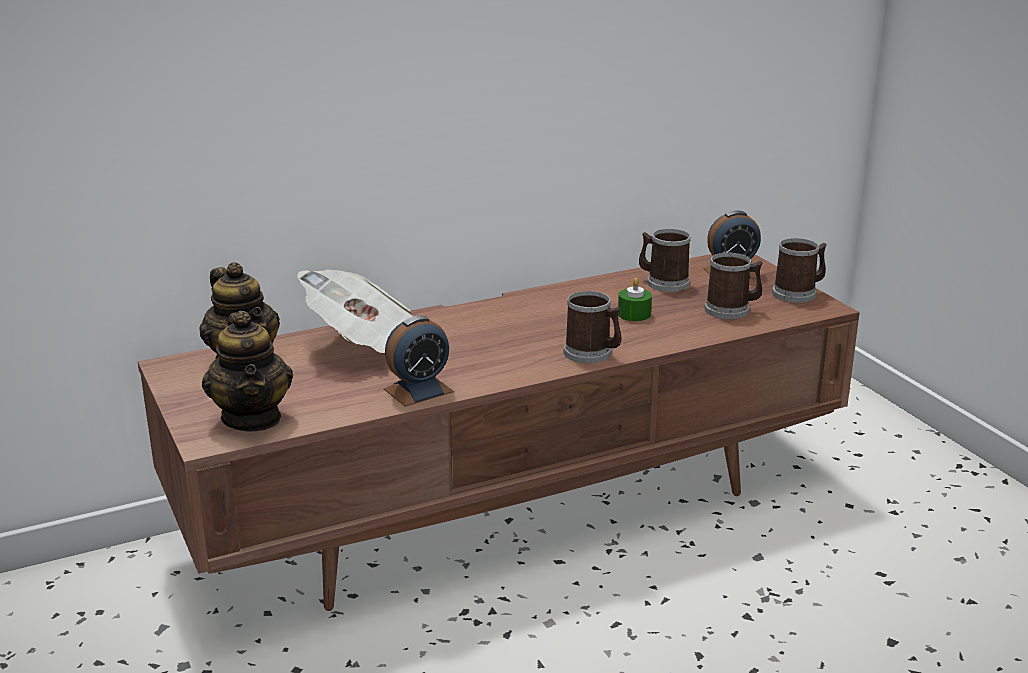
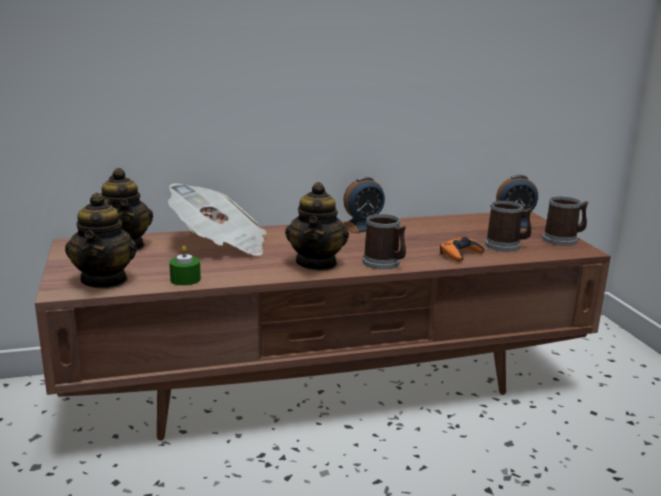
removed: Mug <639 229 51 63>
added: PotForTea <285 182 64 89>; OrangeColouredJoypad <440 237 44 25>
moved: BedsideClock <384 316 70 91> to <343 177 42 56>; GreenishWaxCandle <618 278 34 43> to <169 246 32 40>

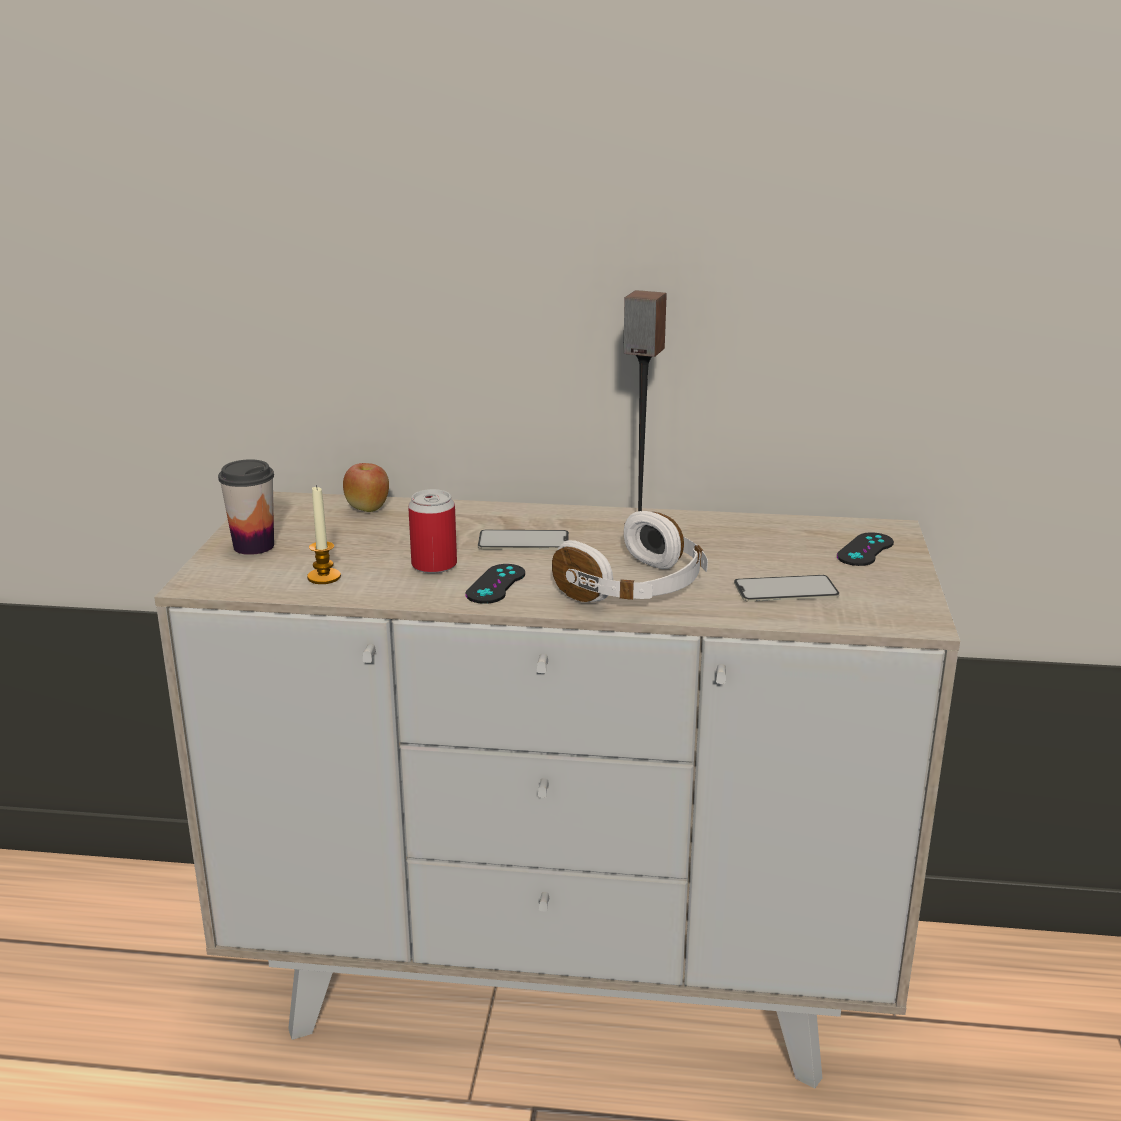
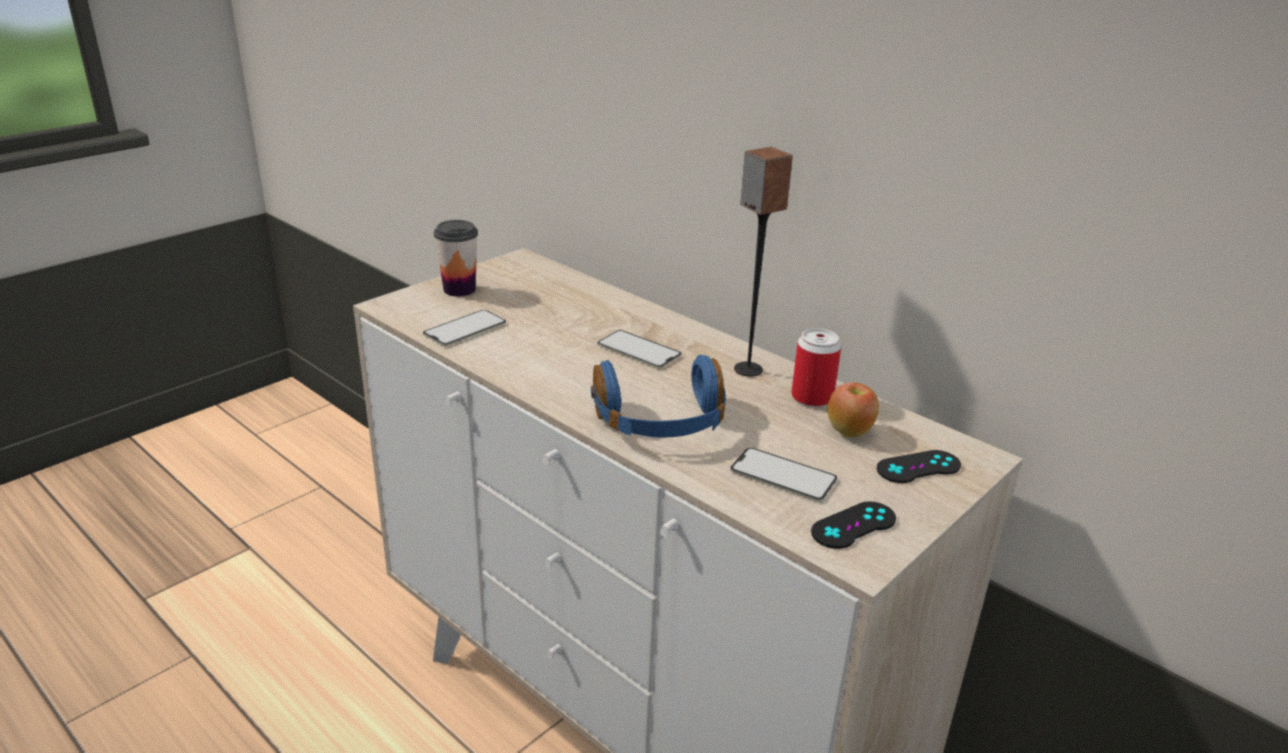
moved: AppleFruit <343 463 46 49> to <827 382 52 56>; Can <408 489 49 84> to <791 328 51 79>; BlackColouredJoypad <466 564 59 40> to <811 501 85 48>
replaced: WaxCandle <307 485 34 99> to Handset <423 310 83 36>
recoloured: WhitePairOfHeadphones <552 511 156 91> to BluishPairOfHeadphones <591 355 135 82>

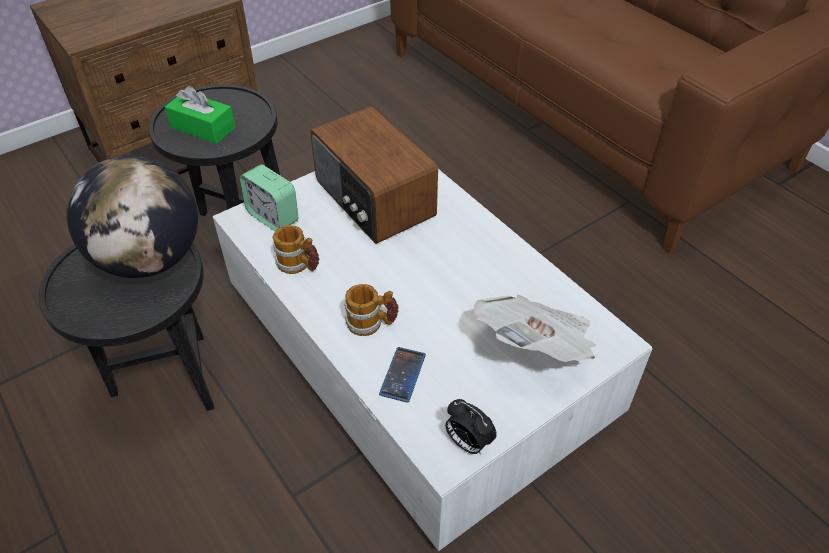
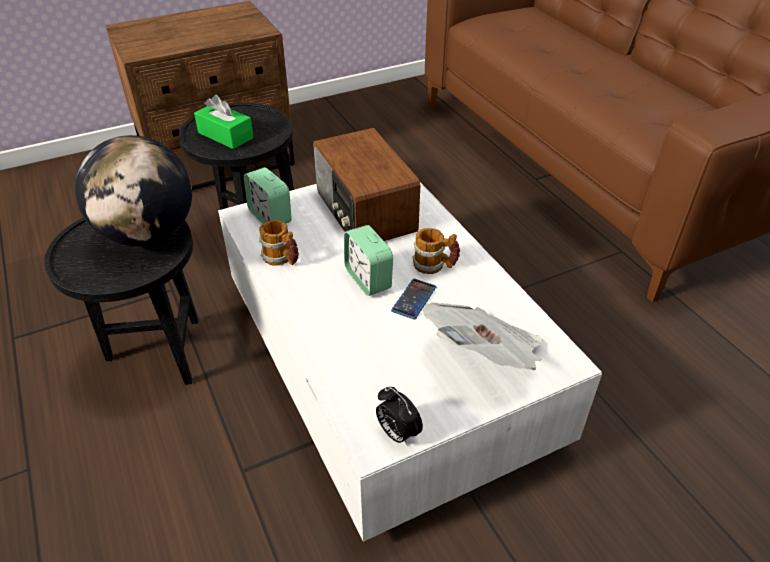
added: BedsideClock <344 225 49 71>
moved: Mug <344 284 55 52> to <412 228 48 46>; Handset <379 347 47 56> to <391 279 45 41>

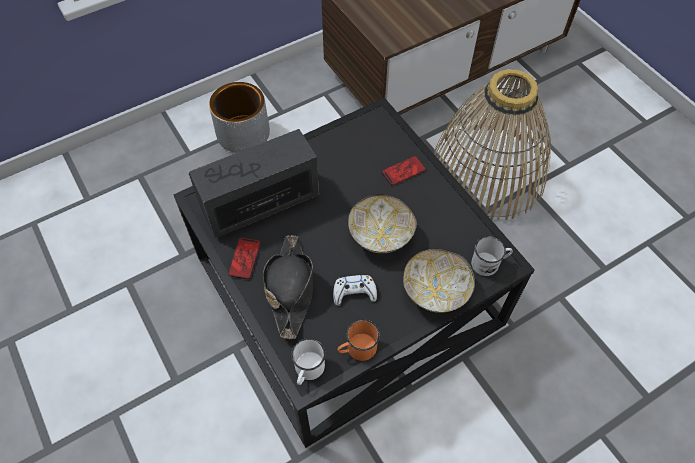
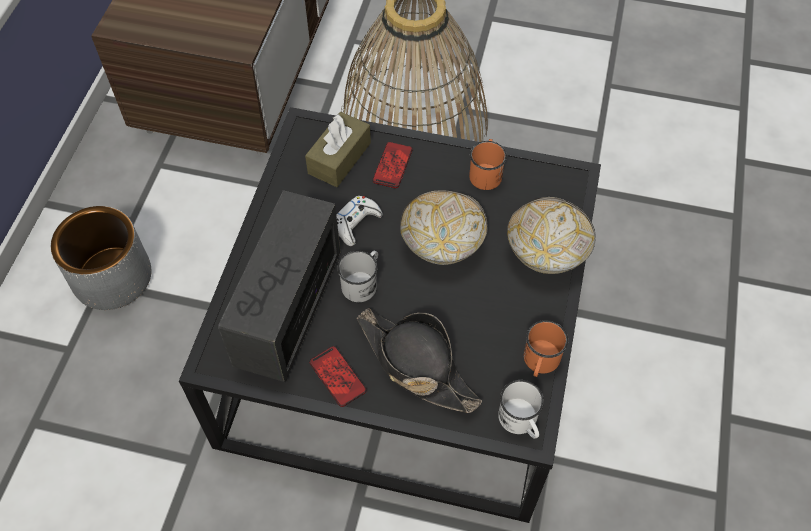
added: BrownTissueHolder <305 112 66 75>; OrangeColouredMug <469 139 38 51>
moved: WhiteJoypad <333 275 44 31> to <336 196 47 50>; WhiteMug <471 236 42 40> to <338 251 40 51>

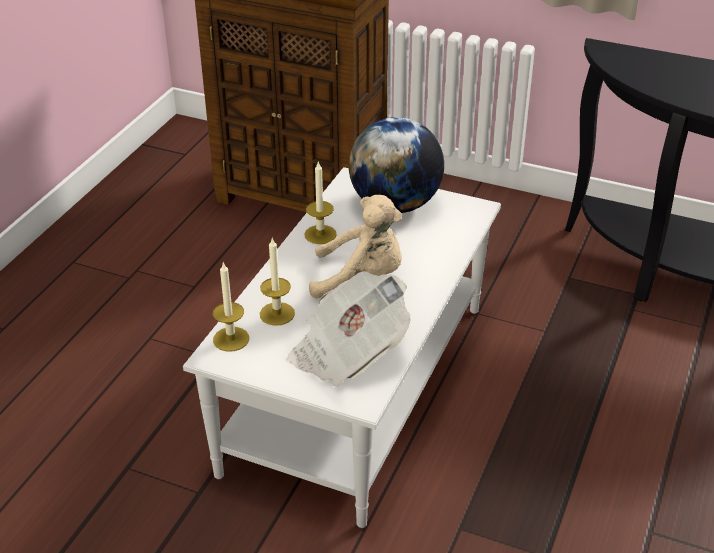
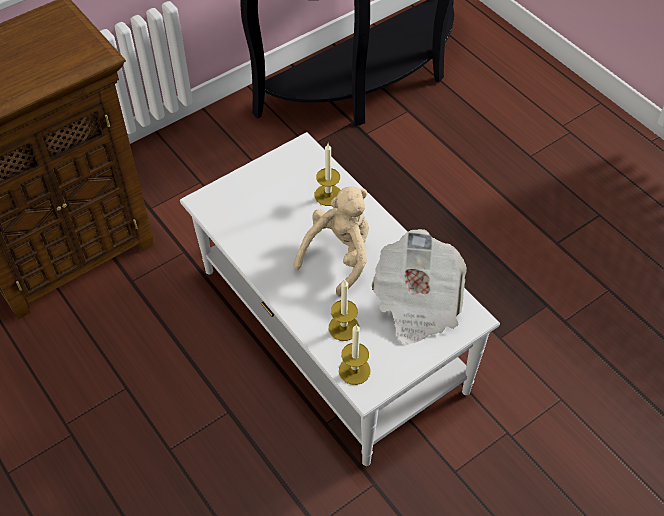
removed: DeskGlobe <349 117 95 96>
moved: WaxCandle <305 161 32 83> to <315 144 26 62>

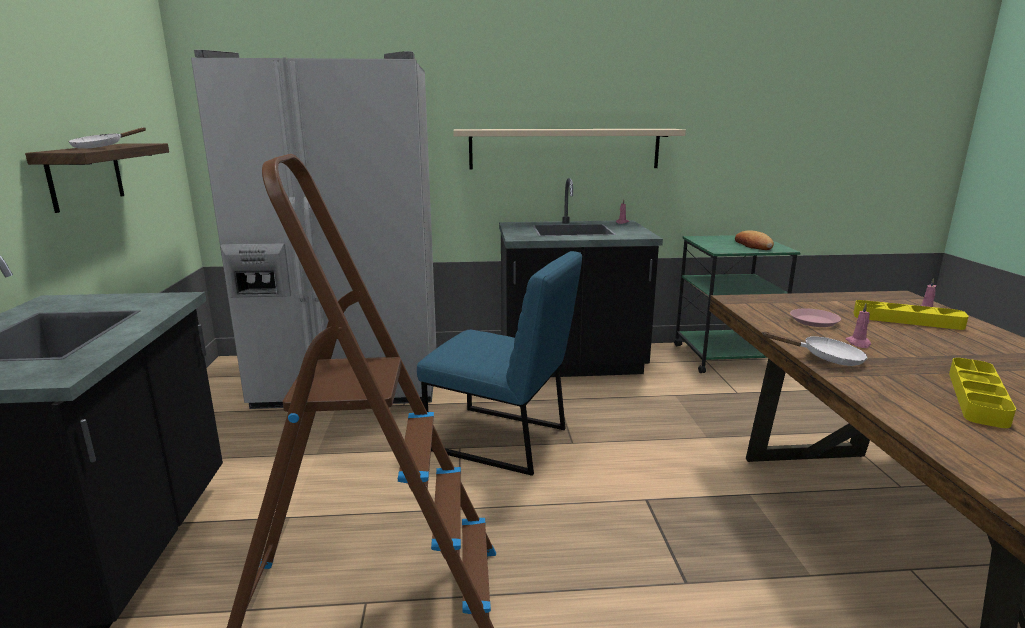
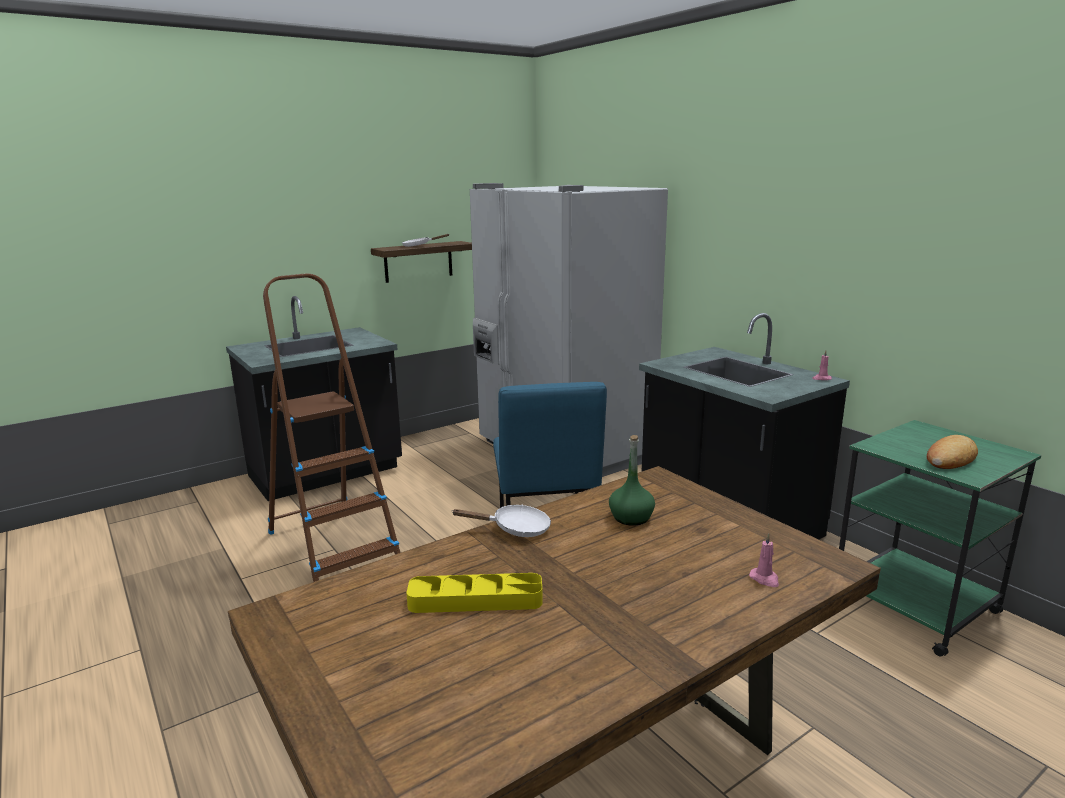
removed: BeigeShelf <453 129 233 41>; PinkColouredWaxCandle <846 304 25 44>; YellowTray <854 300 115 30>
replaced: PinkColouredPlate <790 308 51 19> to GreenishDrinkBottle <609 435 46 91>
turned: WhiteFryingPan <762 332 105 34> = <451 505 100 32> 75 degrees counterclockwise

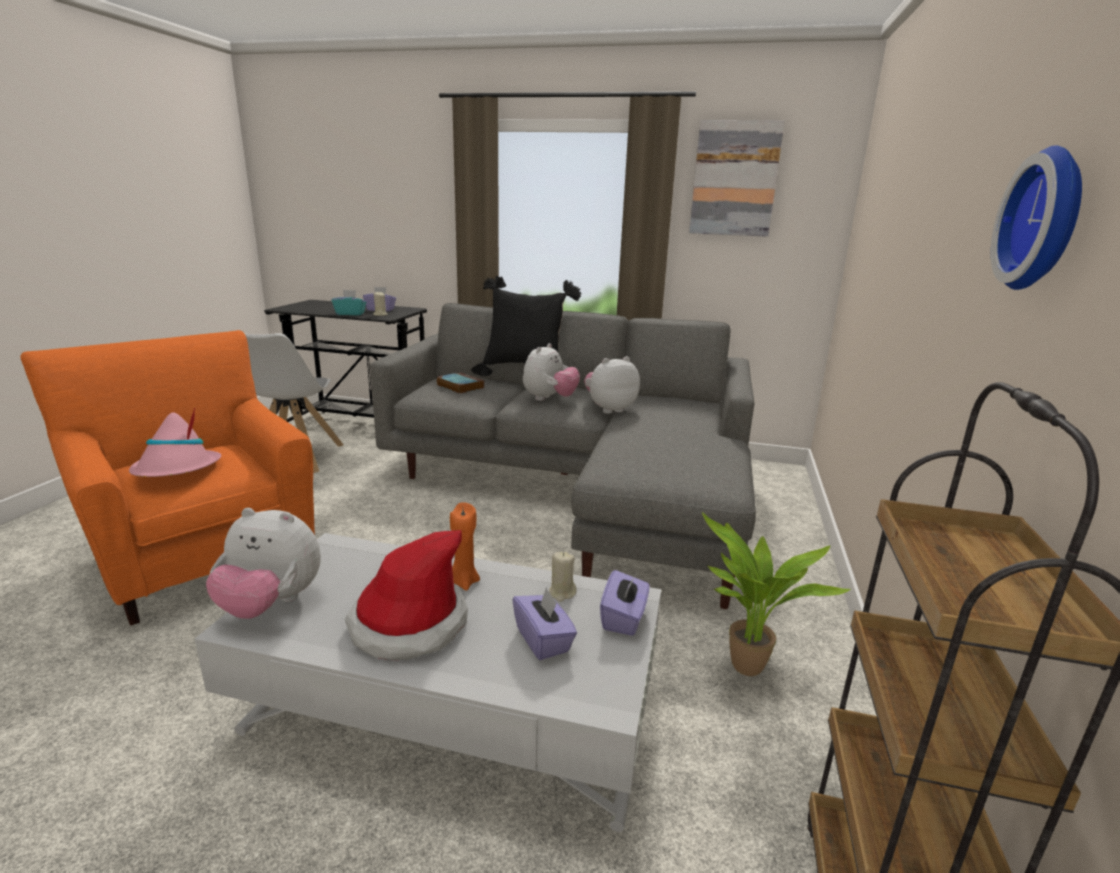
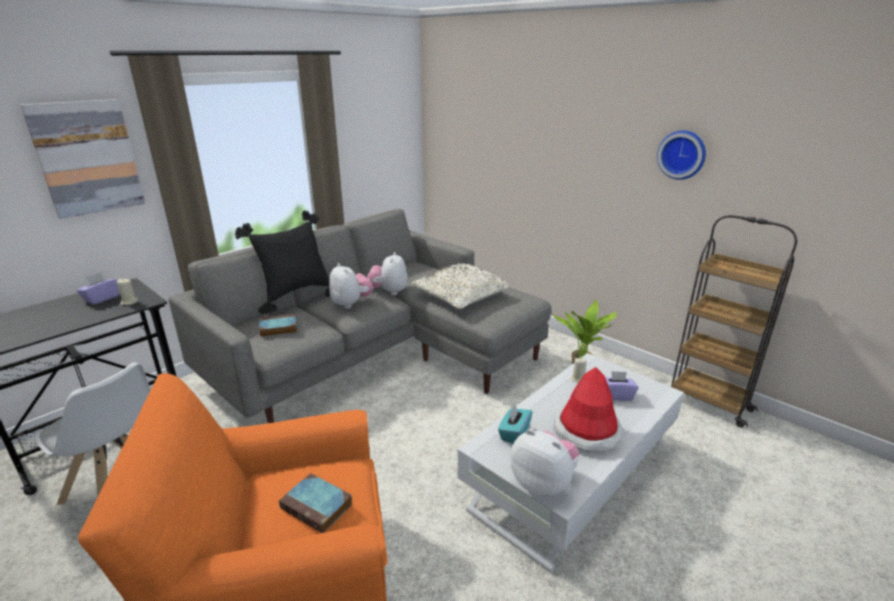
removed: OrangeColouredWaxCandle <450 502 30 89>; PurplishTissueHolder <600 570 50 66>
added: BeigeThrowPillow <412 263 97 46>
moved: TurquoiseTissueHolder <332 290 35 25> to <498 405 35 39>; WallPicture <689 120 96 117> to <20 99 125 120>
replaced: PinkColouredHat <129 407 92 70> to Volume <279 473 74 60>
turned: SoftToy <206 508 115 111> = <510 429 69 67> 90 degrees counterclockwise

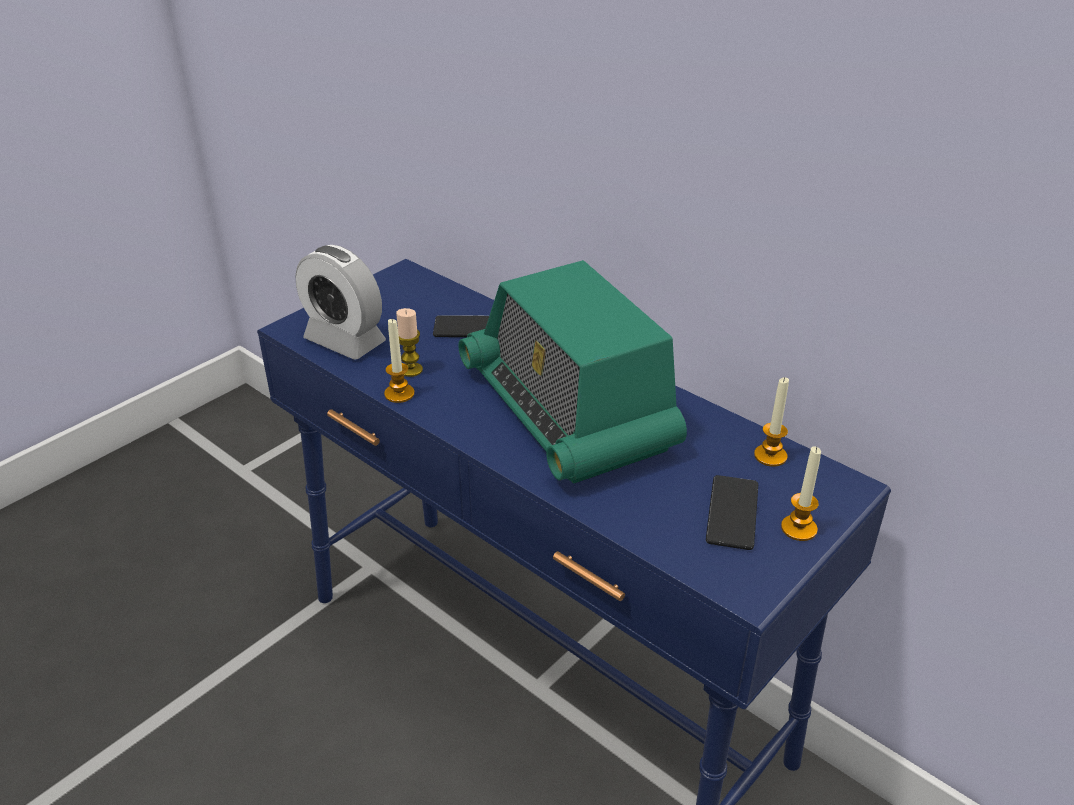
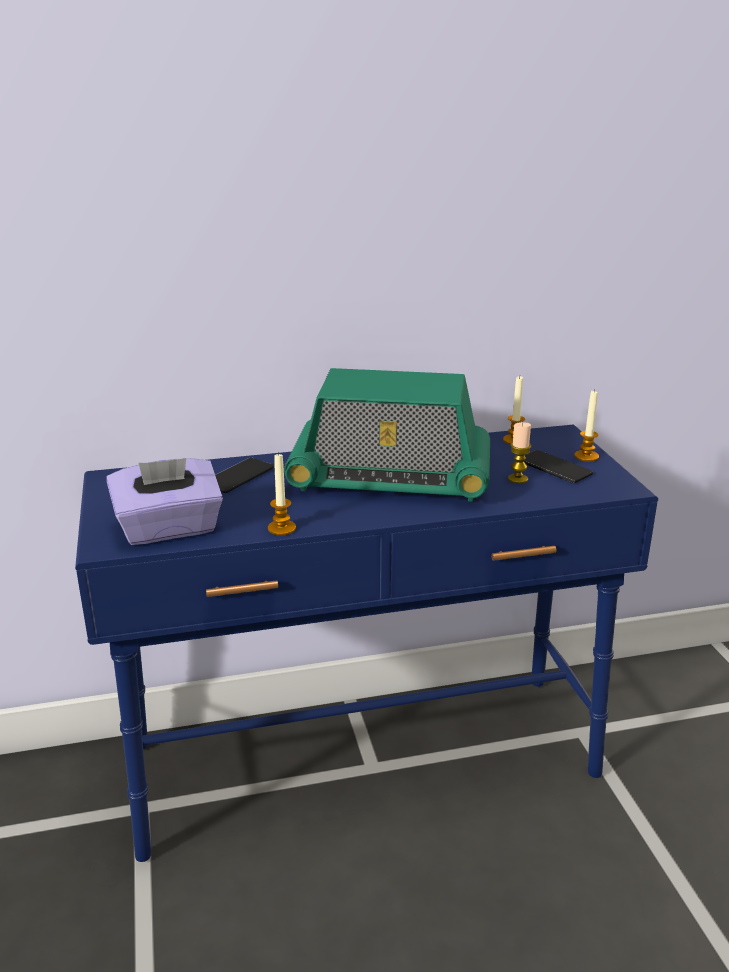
moved: WaxCandle <396 308 27 69> to <508 422 23 62>
replaced: BedsideClock <296 245 90 115> to PurplishTissueHolder <107 458 116 87>

